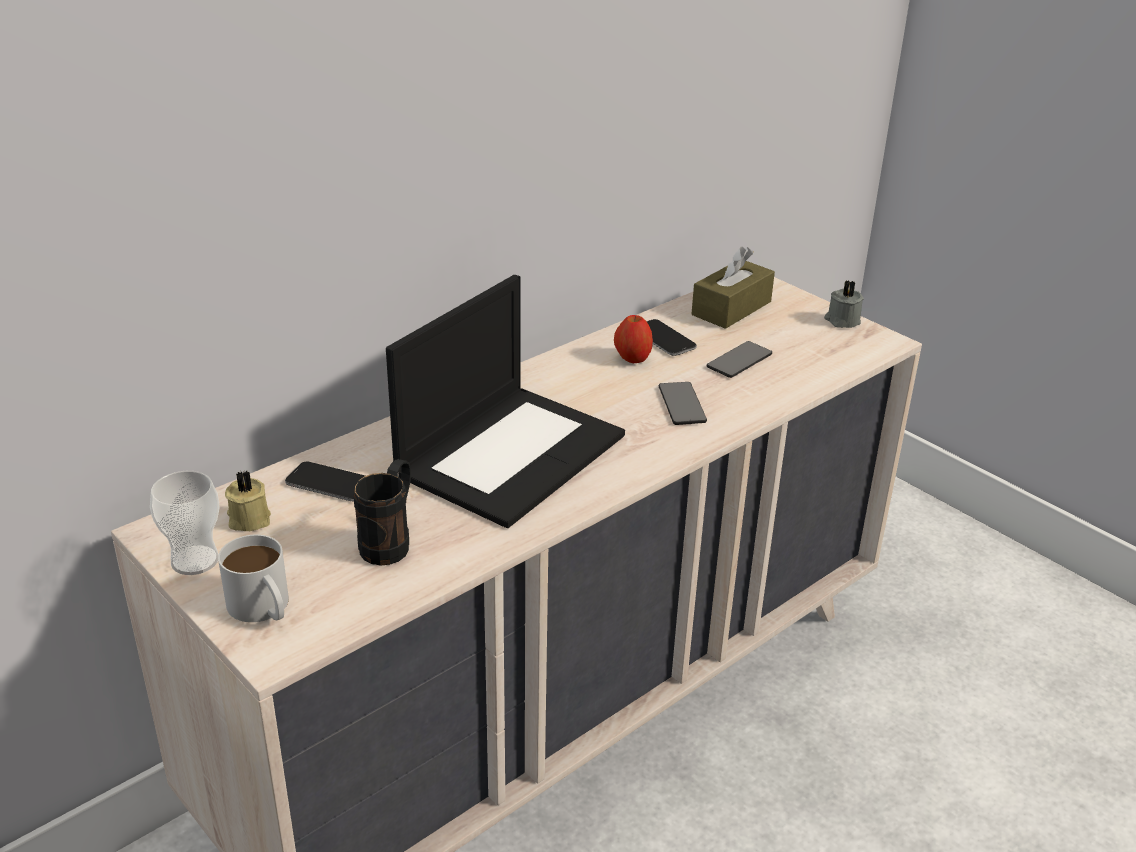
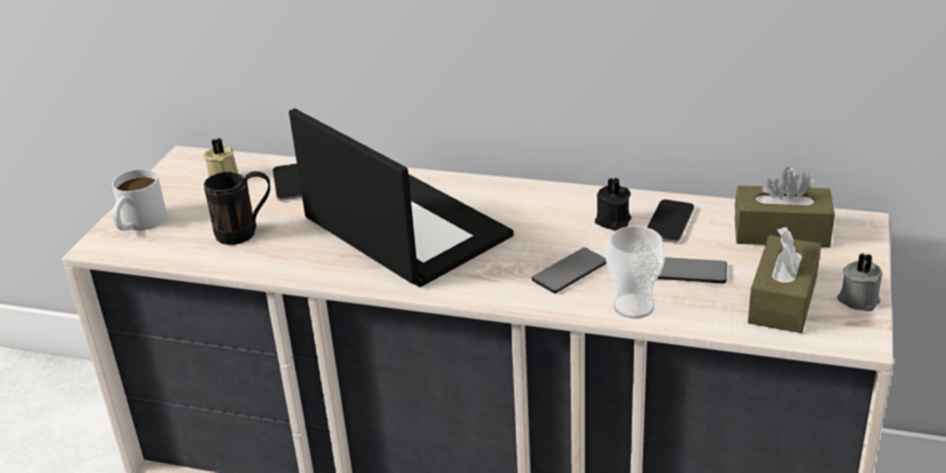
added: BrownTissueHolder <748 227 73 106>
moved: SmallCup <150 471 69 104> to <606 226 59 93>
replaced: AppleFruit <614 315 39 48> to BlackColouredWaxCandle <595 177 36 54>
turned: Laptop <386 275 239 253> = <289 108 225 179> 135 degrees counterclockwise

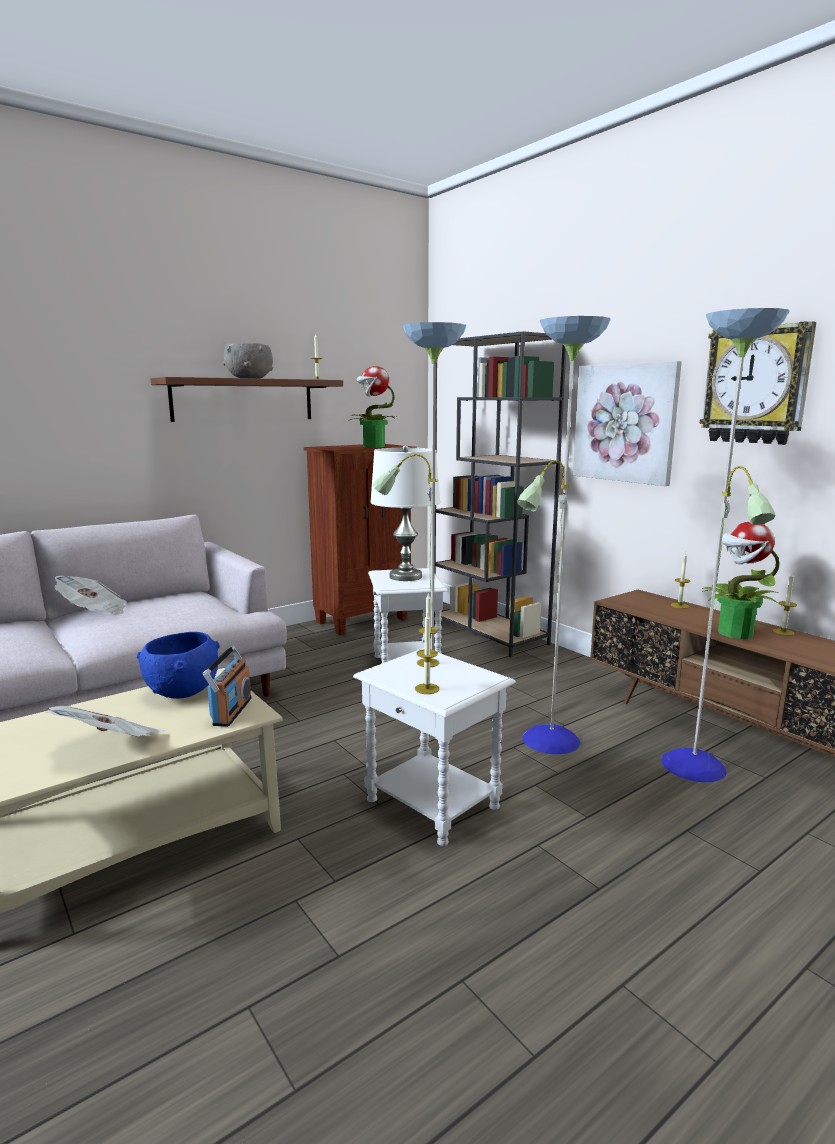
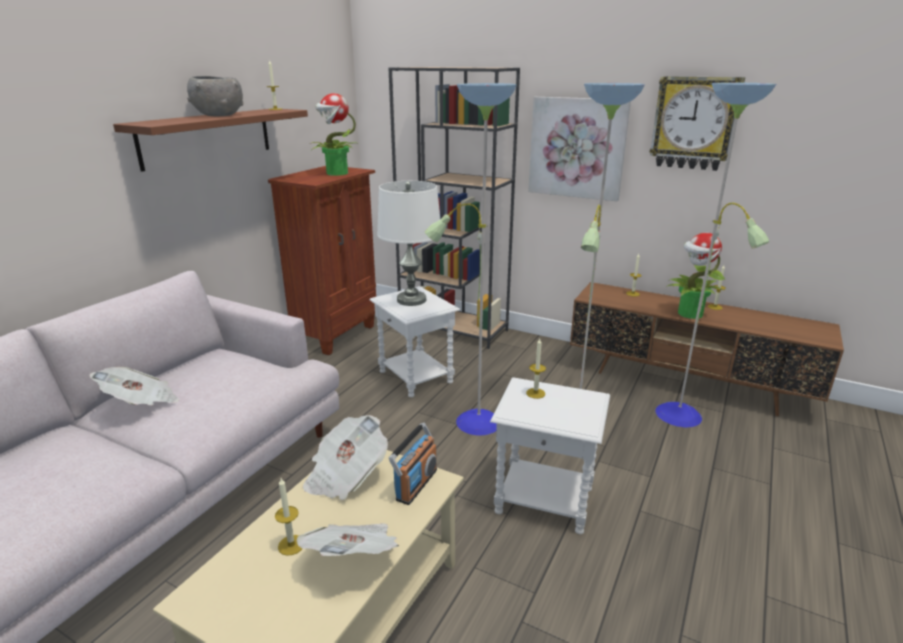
moved: WaxCandle <415 612 24 82> to <275 478 27 78>
replaced: BluishBowl <137 632 83 67> to PrintedPaper <303 415 85 85>
turned: RadioSet <203 646 49 81> = <389 423 48 82> 45 degrees clockwise

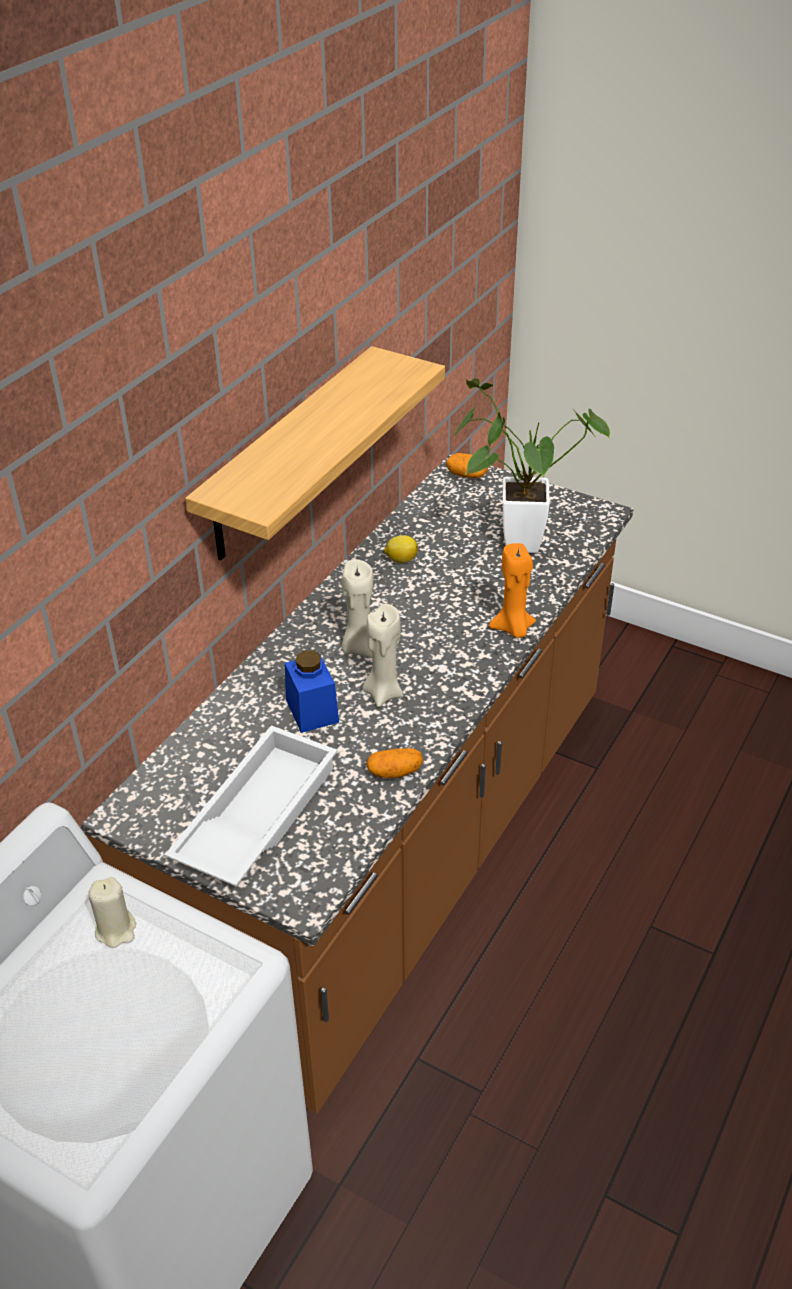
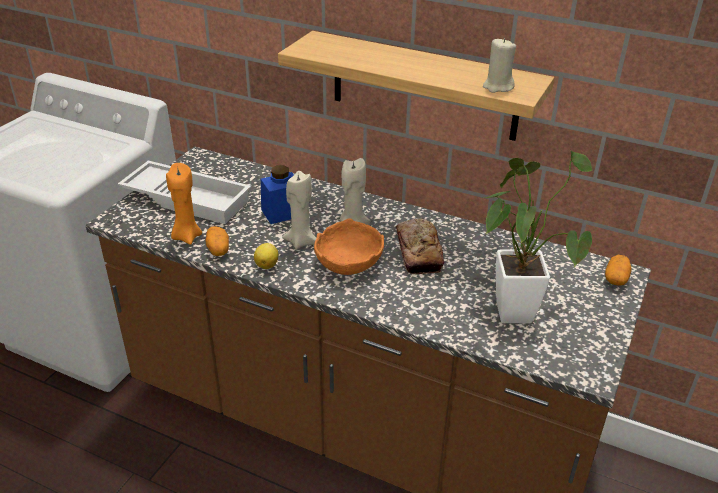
added: OrangeColouredBowl <314 218 70 57>; Bread <395 218 49 57>
moved: BeigeWaxCandle <89 877 47 71> to <483 38 33 55>; WholeLemon <384 535 34 28> to <254 243 24 26>; OrangeColouredWaxCandle <489 543 47 95> to <166 163 36 82>

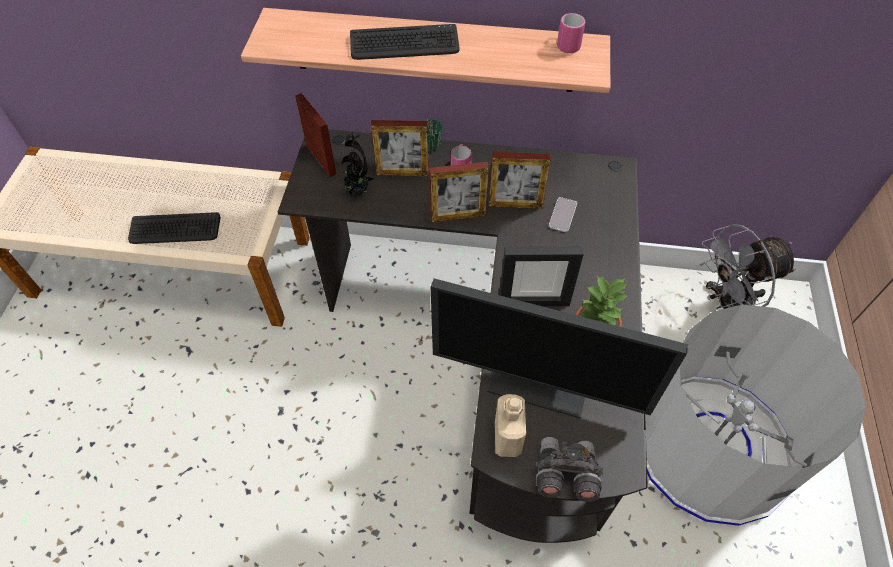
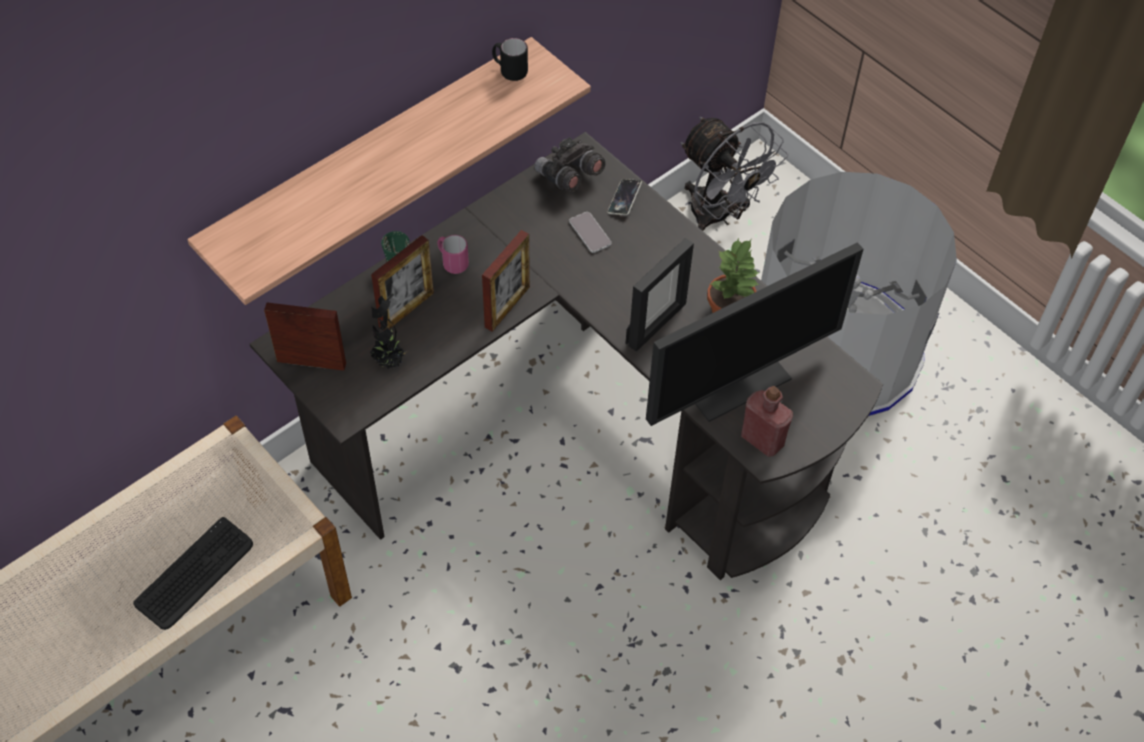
removed: Keyboard <350 24 109 36>; PhotoFrame <489 152 62 57>
added: Handset <608 179 34 36>
moved: GreyishFieldGlasses <537 437 66 65> to <534 137 71 55>
recoloured: BeigeDrinkBottle <495 394 31 63> to RedColouredDrinkBottle <741 386 52 71>; PinkColouredMug <557 13 28 40> to BlackColouredMug <492 38 36 43>
turned: GreyishFan <699 224 97 85> = <680 117 108 114> 60 degrees counterclockwise

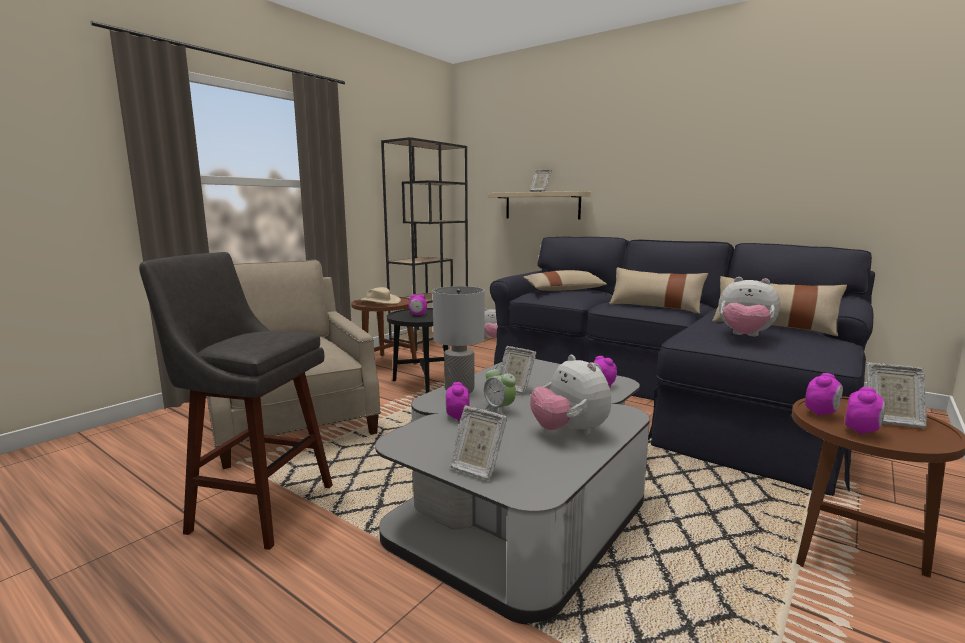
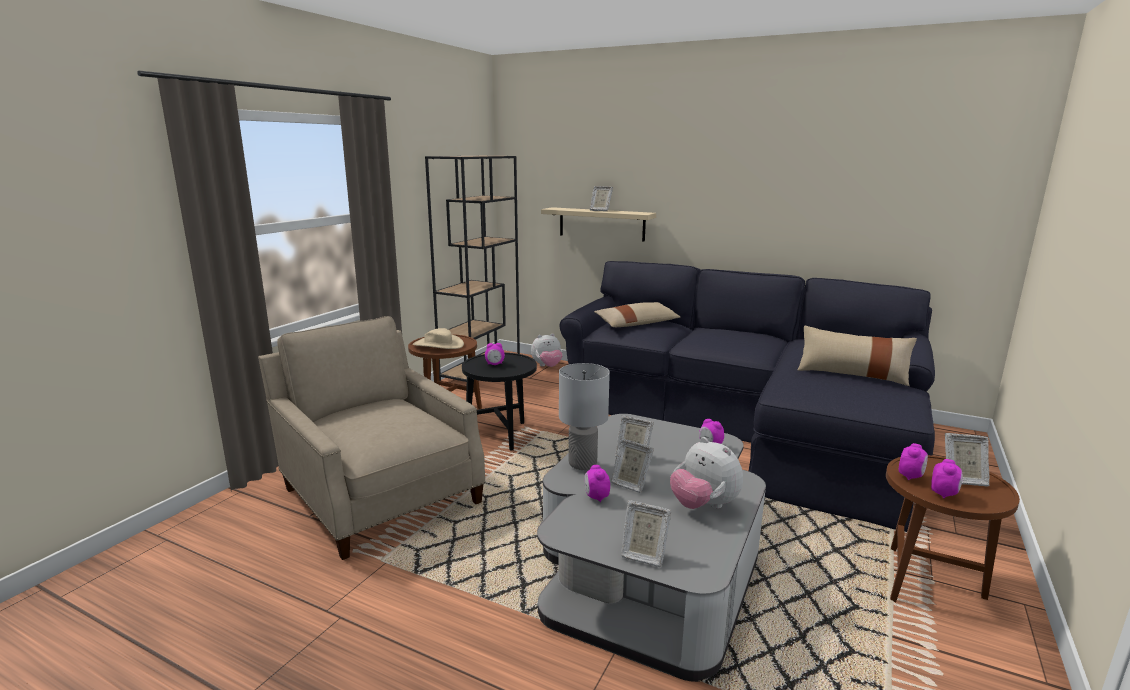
removed: GreyishStool <139 252 194 298>; BeigeThrowPillow <609 267 99 47>; SoftToy <719 277 61 59>
replaced: BedsideClock <483 365 33 51> to PhotoFrame <611 438 43 55>

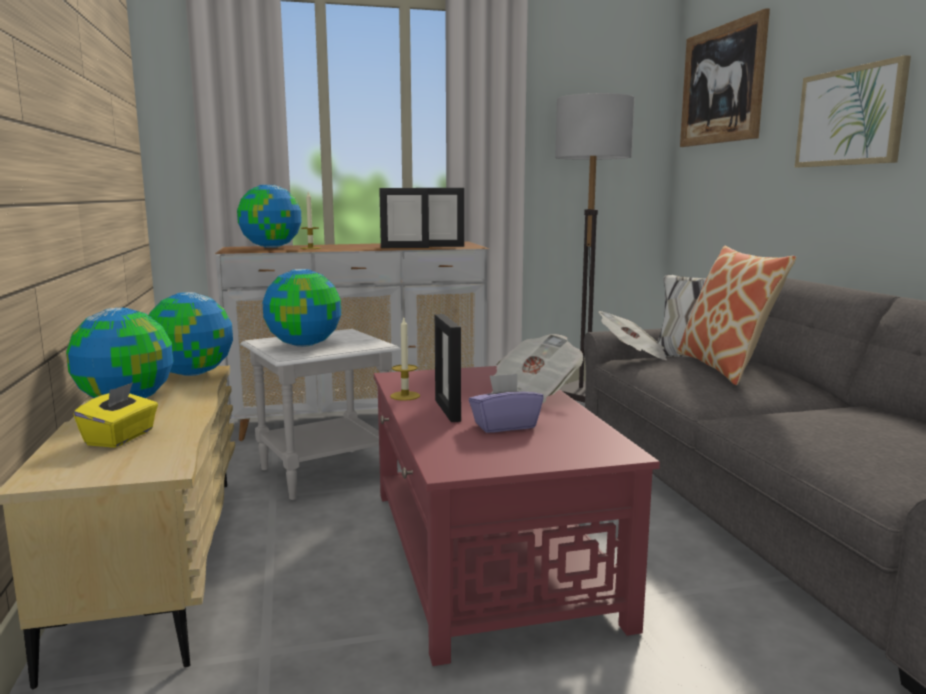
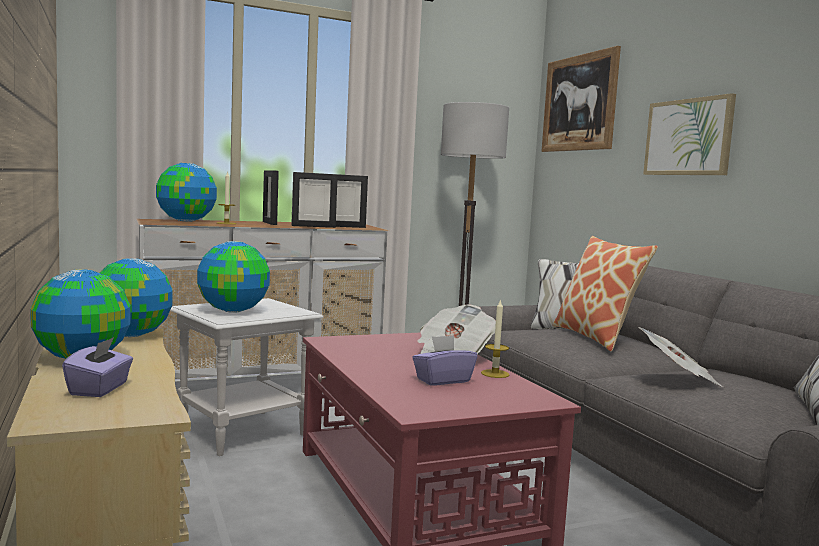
moved: WaxCandle <390 318 30 83> to <481 299 28 79>; PhotoFrame <435 314 26 108> to <263 170 16 55>; PrintedPaper <599 311 68 49> to <638 327 85 60>
recoloured: YellowTissueHolder <73 382 85 66> to PurplishTissueHolder <62 337 71 60>

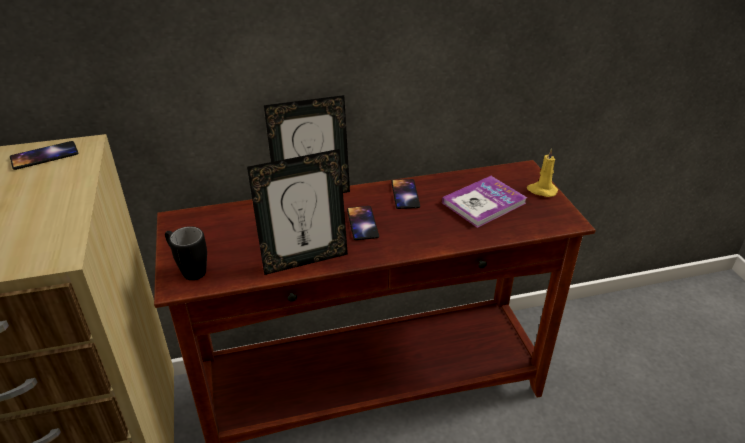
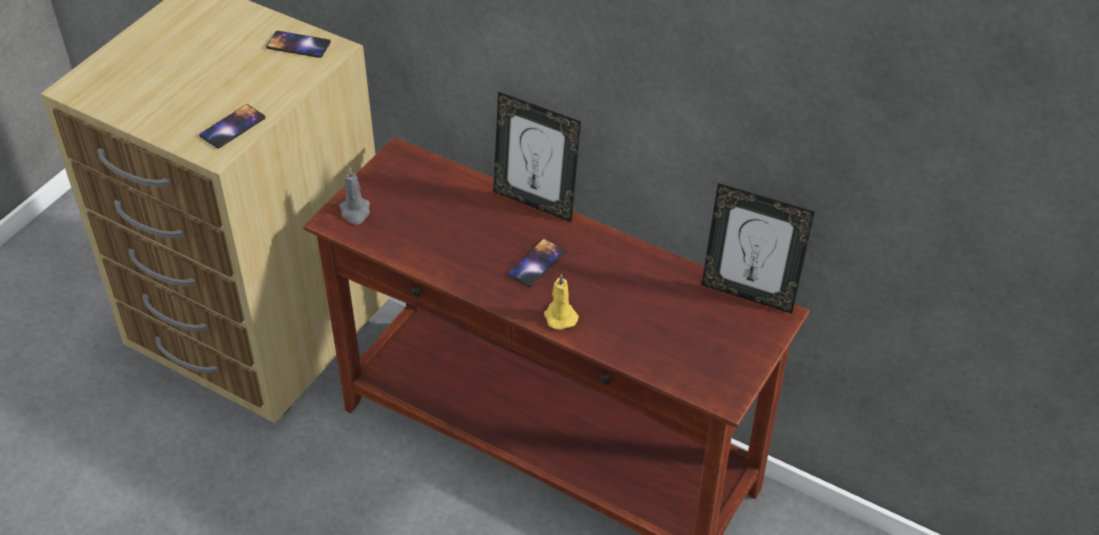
removed: Volume <442 176 85 52>
moved: PhotoFrame <247 149 101 126> to <701 183 114 131>; Handset <391 179 29 30> to <199 104 67 45>; YellowWaxCandle <527 148 31 49> to <544 274 35 56>
replaced: BlackColouredMug <165 226 42 54> to GreyishWaxCandle <339 167 31 58>

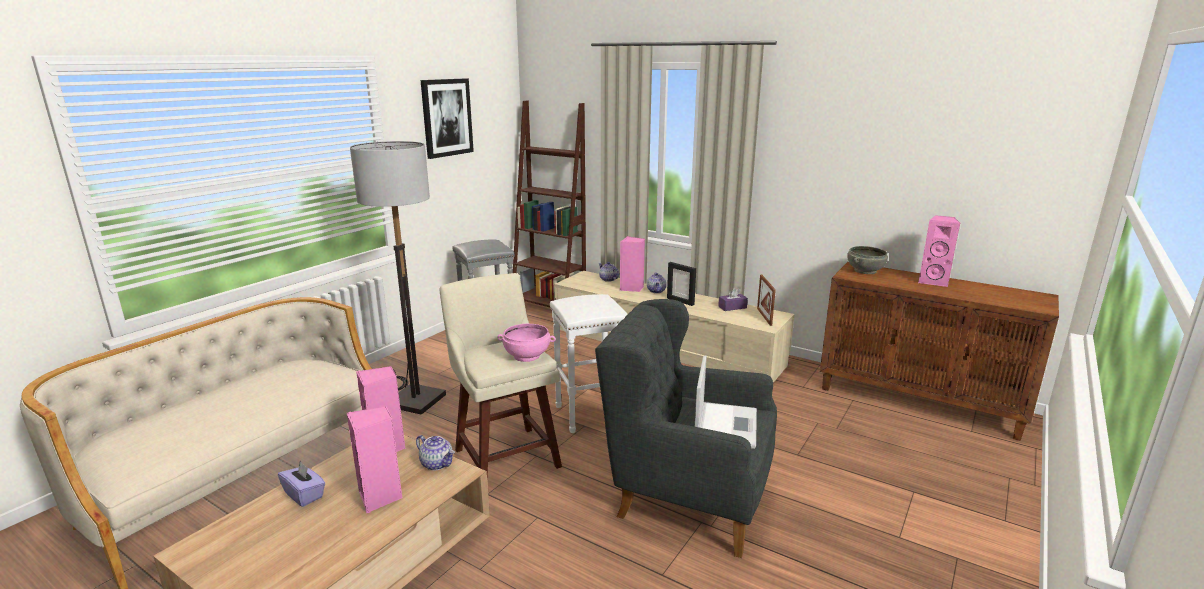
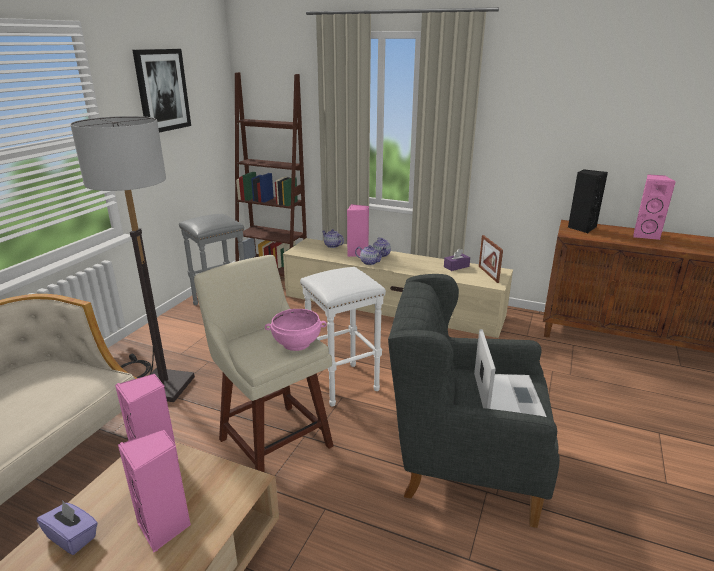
removed: PhotoFrame <667 262 29 44>
moved: PotForTea <416 435 39 36> to <355 245 30 20>
replaced: GreyishBowl <847 246 41 28> to BlackColouredAudioSpeaker <568 169 40 64>

